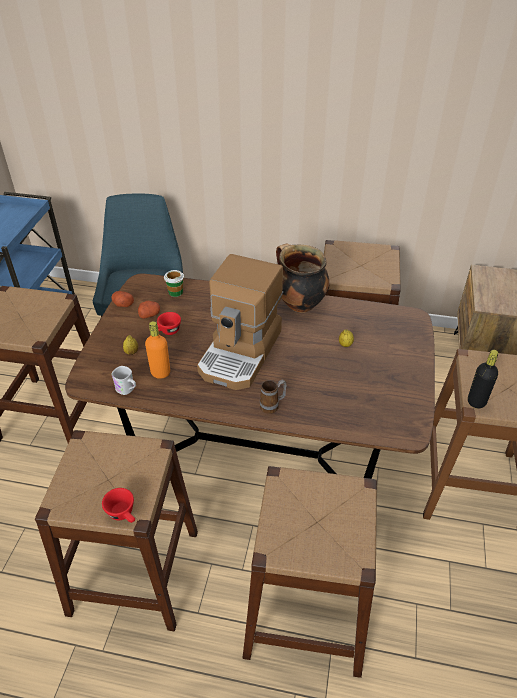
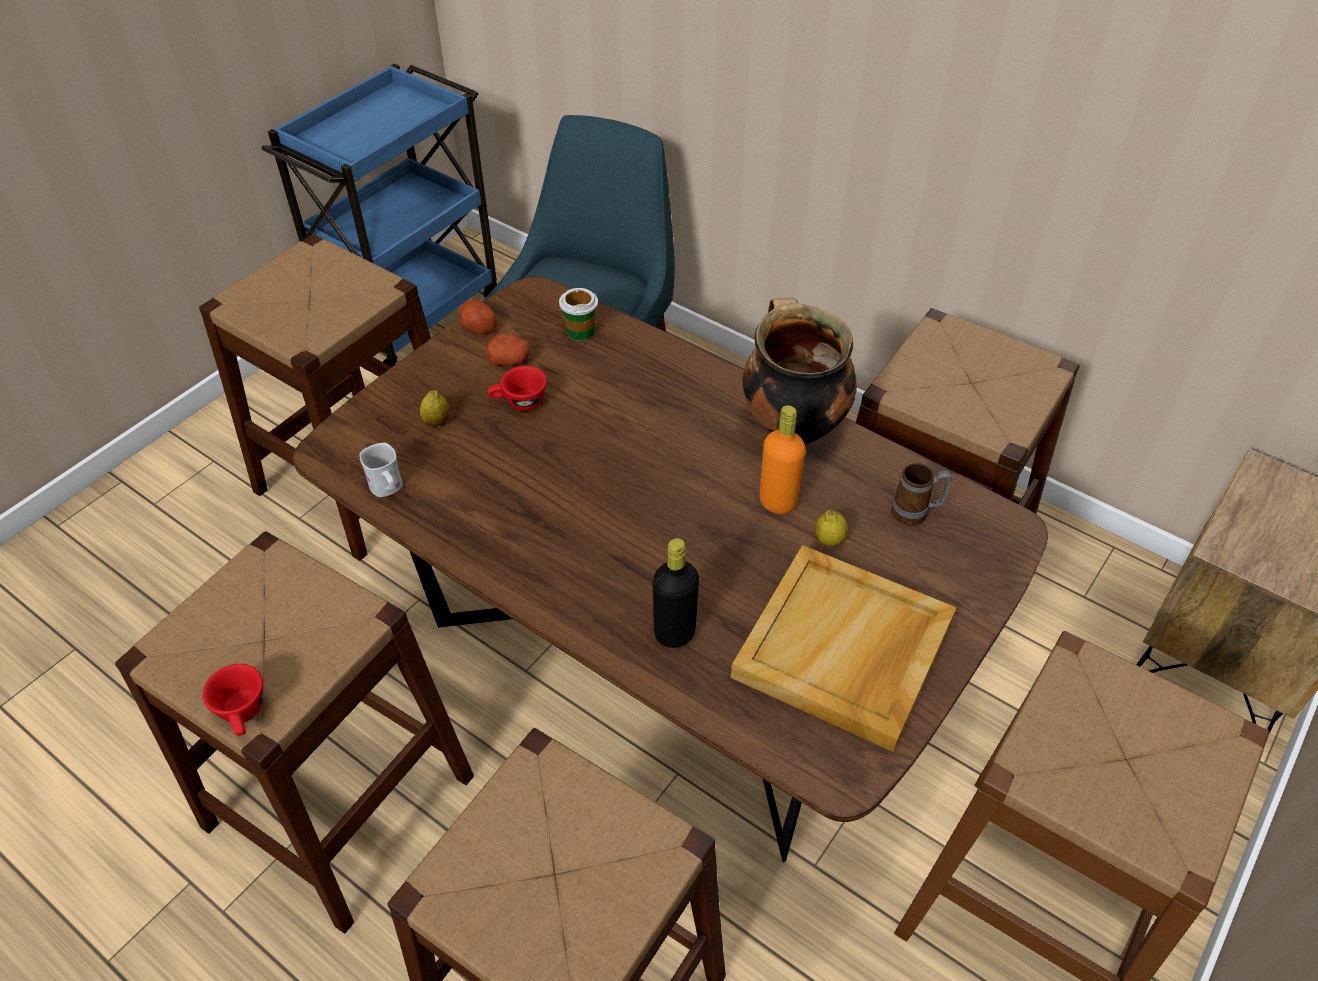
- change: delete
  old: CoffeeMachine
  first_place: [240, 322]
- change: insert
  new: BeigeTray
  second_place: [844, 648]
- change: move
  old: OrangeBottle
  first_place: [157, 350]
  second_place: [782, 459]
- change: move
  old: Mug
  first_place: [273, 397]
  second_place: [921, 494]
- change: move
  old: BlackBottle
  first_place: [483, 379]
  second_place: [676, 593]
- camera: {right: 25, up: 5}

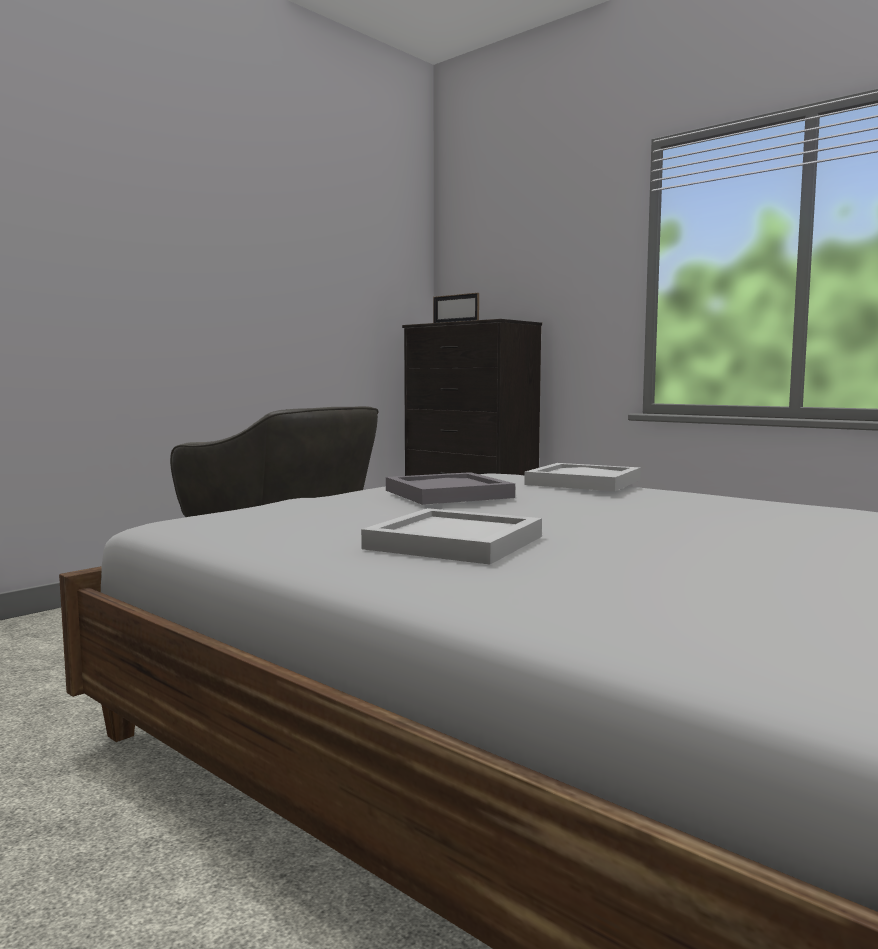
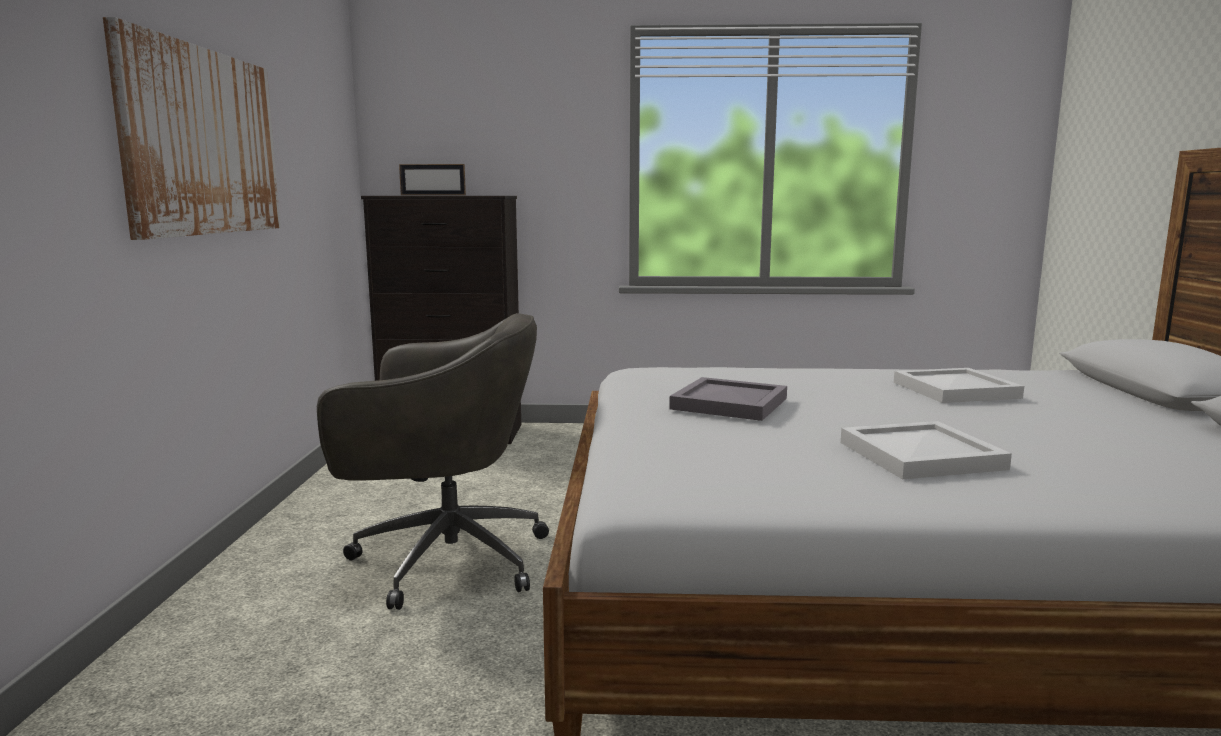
- change: insert
  new: Picture
  second_place: [191, 128]
- change: move
  old: WhiteTray
  first_place: [582, 477]
  second_place: [959, 385]
- camera: {right: -40, up: 5}

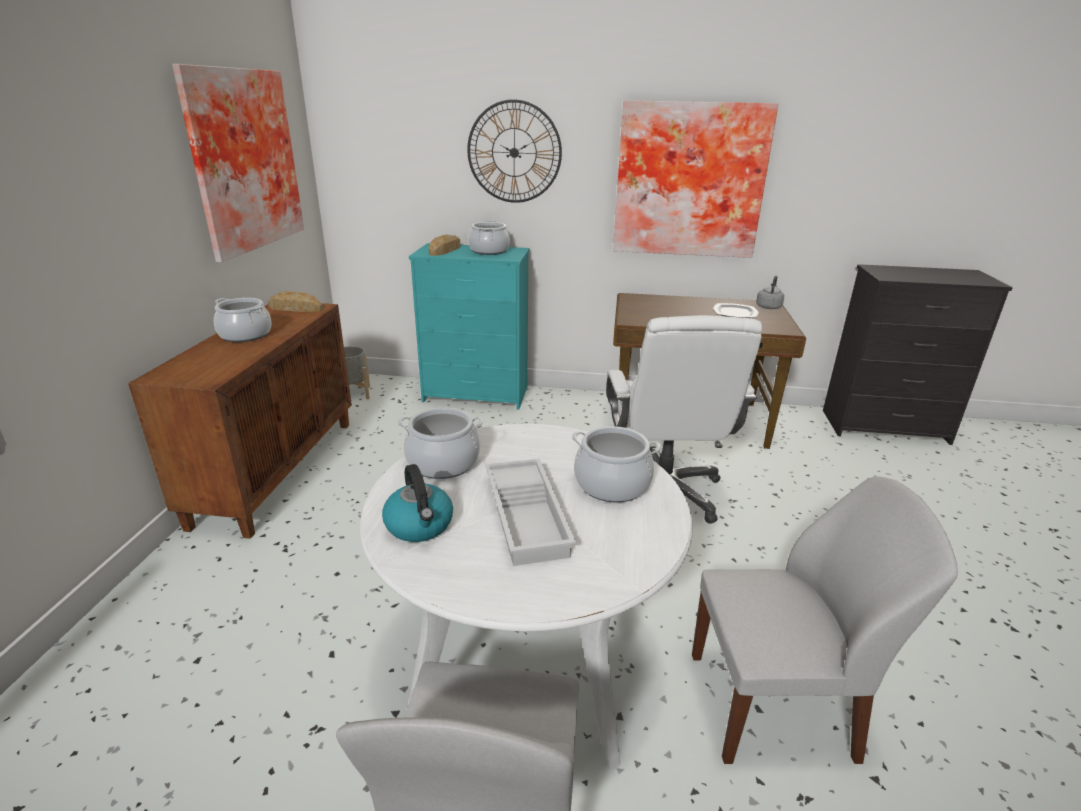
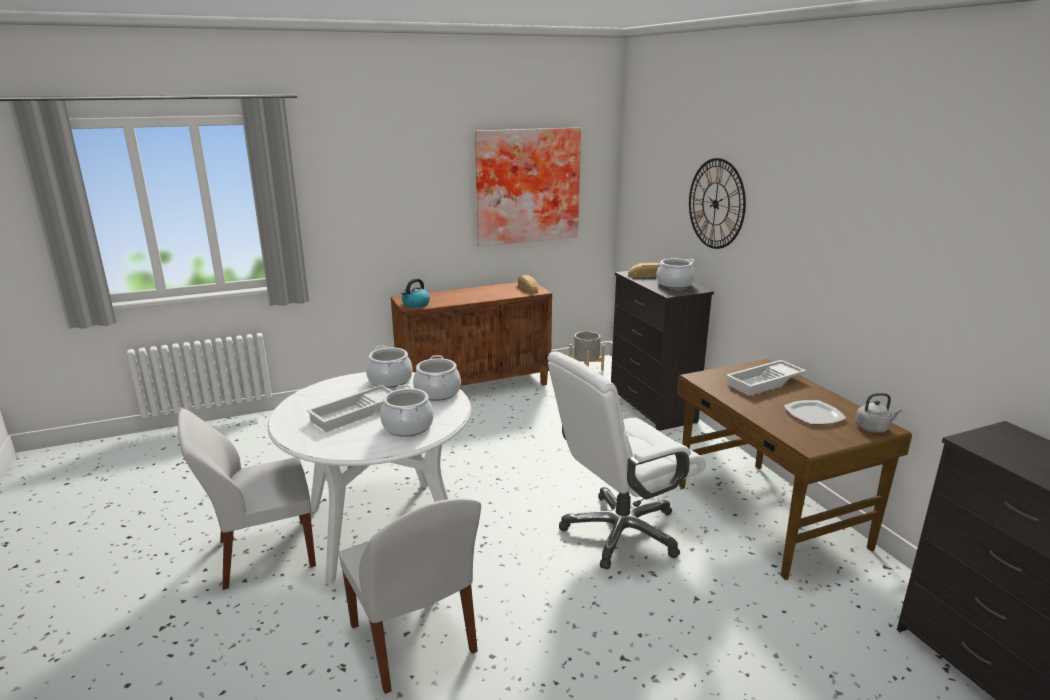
- change: delete
  old: Picture
  first_place: [695, 179]
- change: insert
  new: WhiteTray
  second_place: [766, 378]
- change: move
  old: CookingPot
  first_place: [242, 320]
  second_place: [437, 378]
- change: move
  old: Kettle
  first_place: [417, 503]
  second_place: [415, 293]
- change: recolor
  old: TurquoiseDresser
  new: BlackDresser
  first_place: [469, 326]
  second_place: [662, 351]
- camera: {right: 60, up: -5}

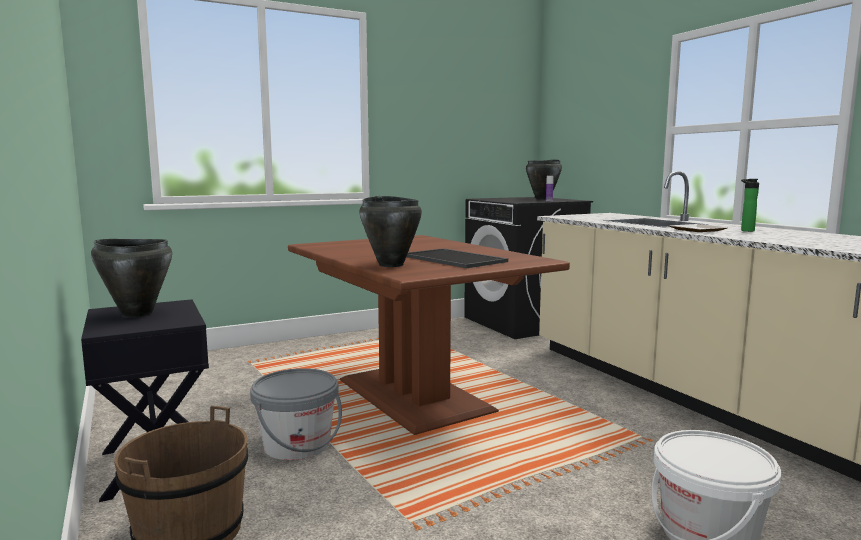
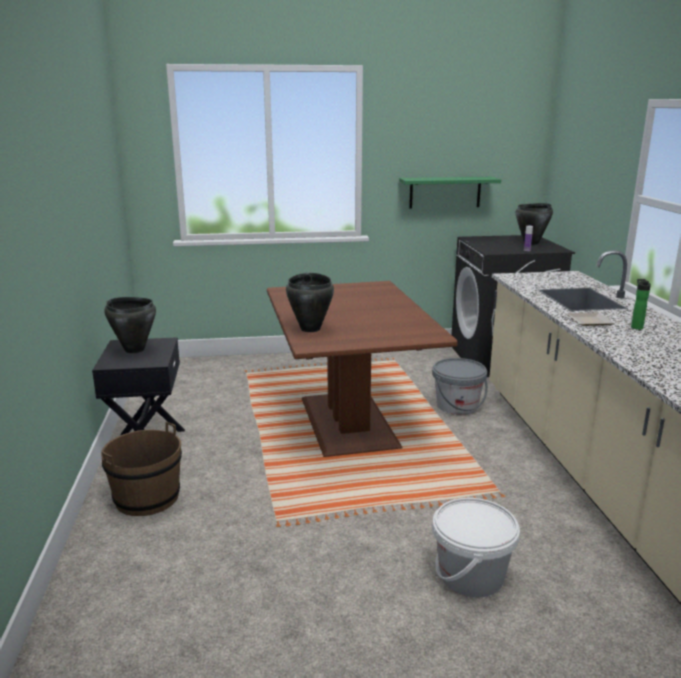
- change: delete
  old: Tray
  first_place: [457, 258]
- change: insert
  new: GreenShelf
  second_place: [450, 193]
- change: move
  old: GreyBucket
  first_place: [296, 414]
  second_place: [460, 386]
- camera: {right: 20, up: 10}

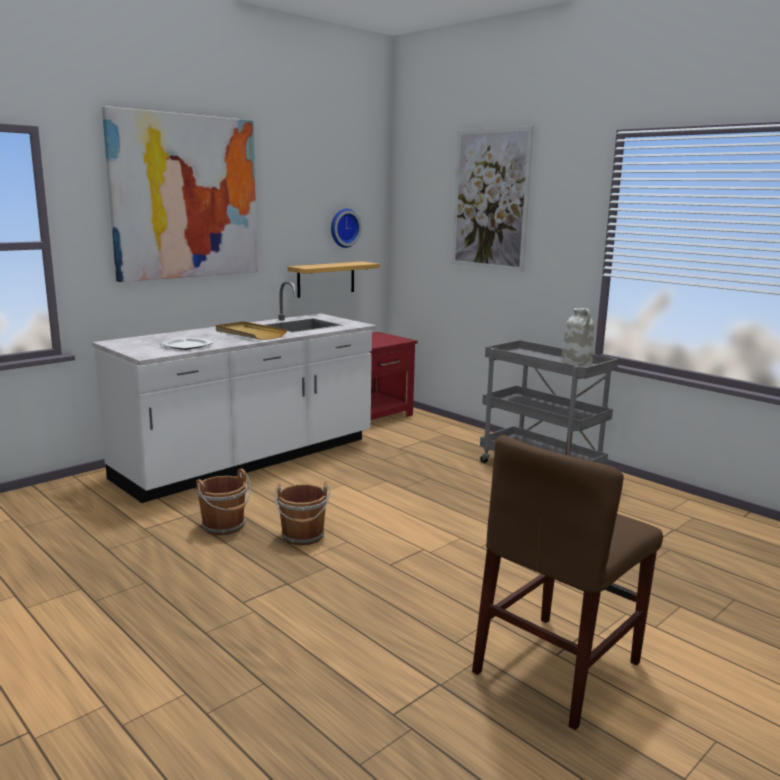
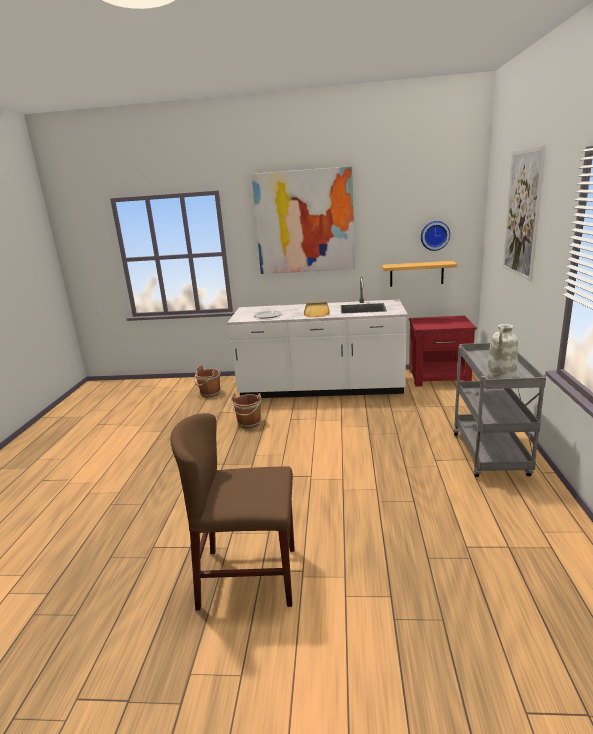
- change: move
  old: BrownBucket
  first_place: [302, 513]
  second_place: [207, 381]
- camera: {right: 50, up: 5}

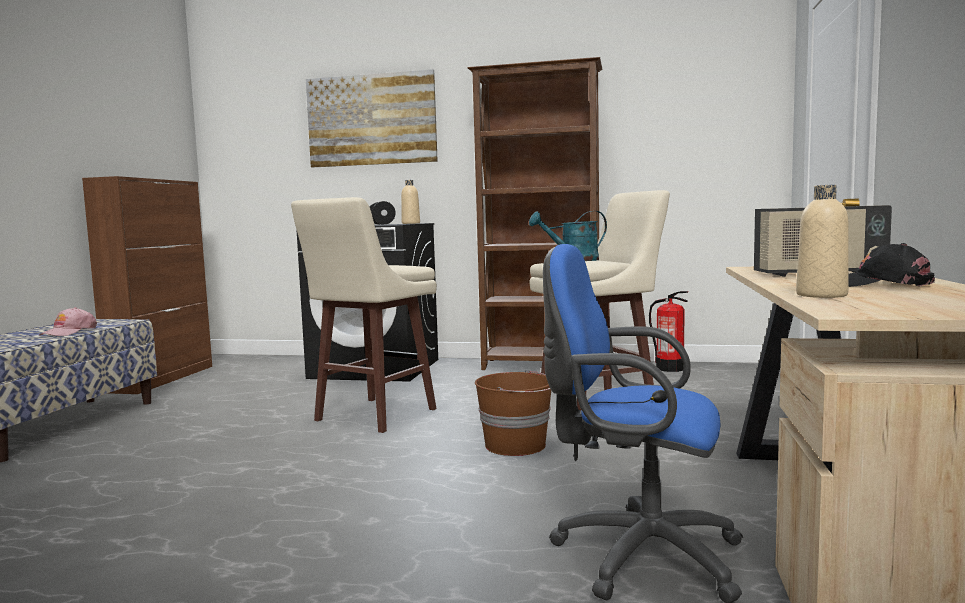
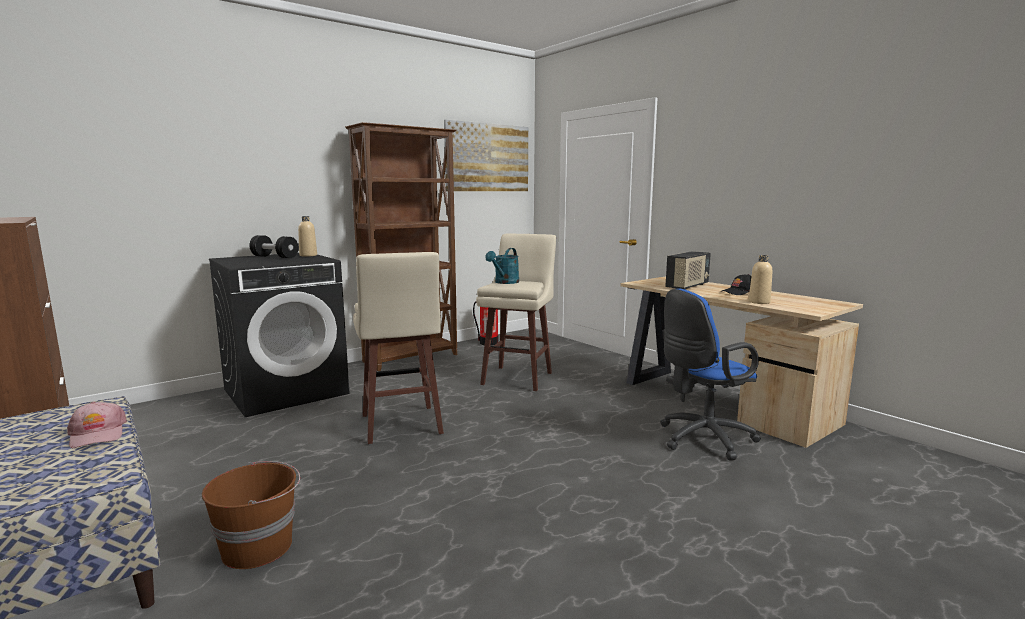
- change: move
  old: Picture
  first_place: [372, 118]
  second_place: [486, 155]
- change: move
  old: BrownBucket
  first_place: [513, 413]
  second_place: [251, 515]
- camera: {right: -50, up: 5}

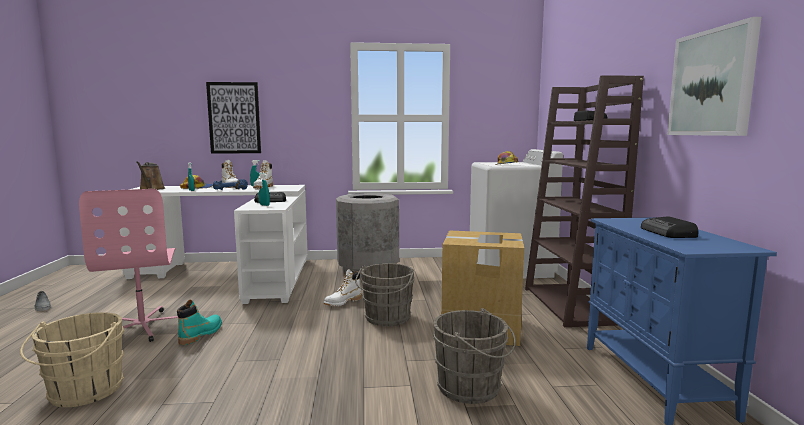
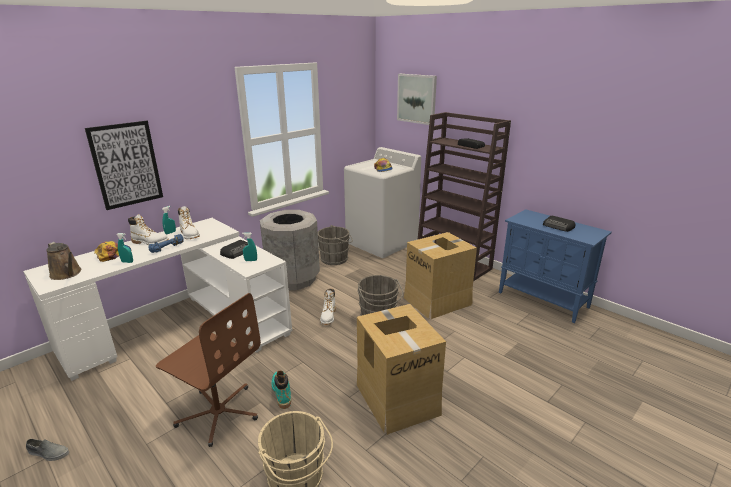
- change: insert
  new: CardboardBox
  second_place: [401, 369]
- change: move
  old: GreyBucket
  first_place: [474, 356]
  second_place: [335, 245]
- change: move
  old: Picture
  first_place: [714, 76]
  second_place: [417, 99]
- change: recolor
  old: PinkOfficeChair
  new: BrownOfficeChair
  first_place: [128, 265]
  second_place: [208, 370]
- camera: {right: -40, up: 15}

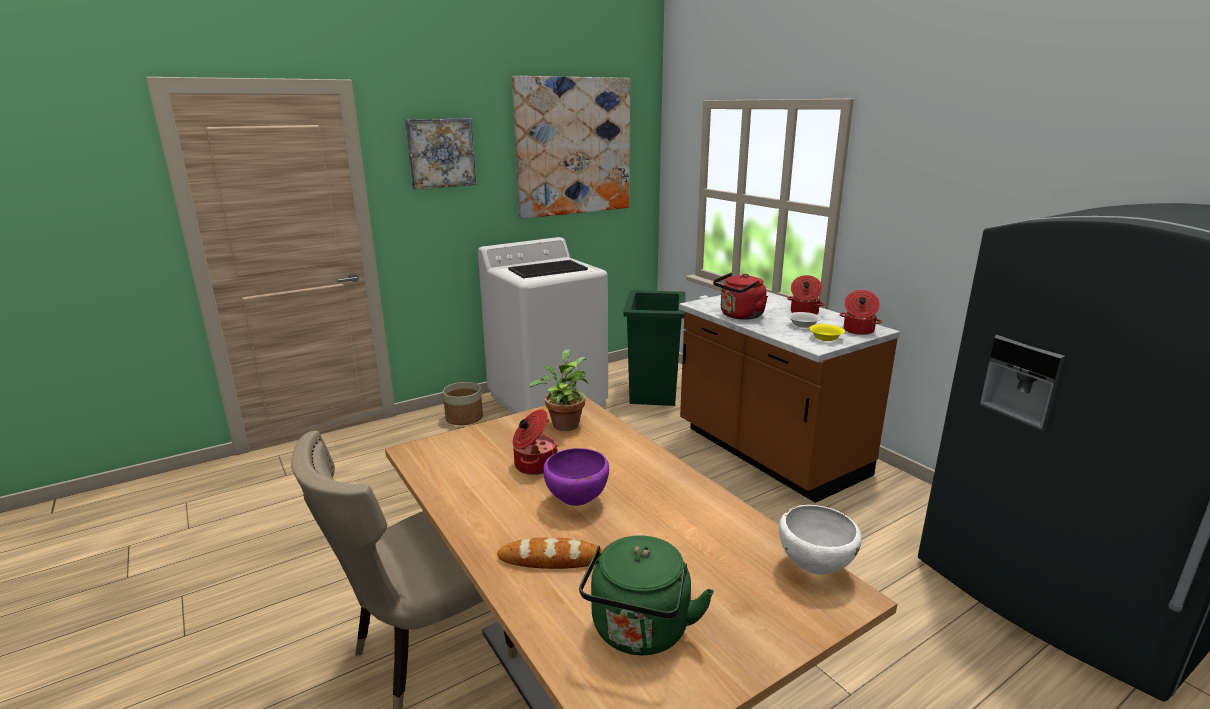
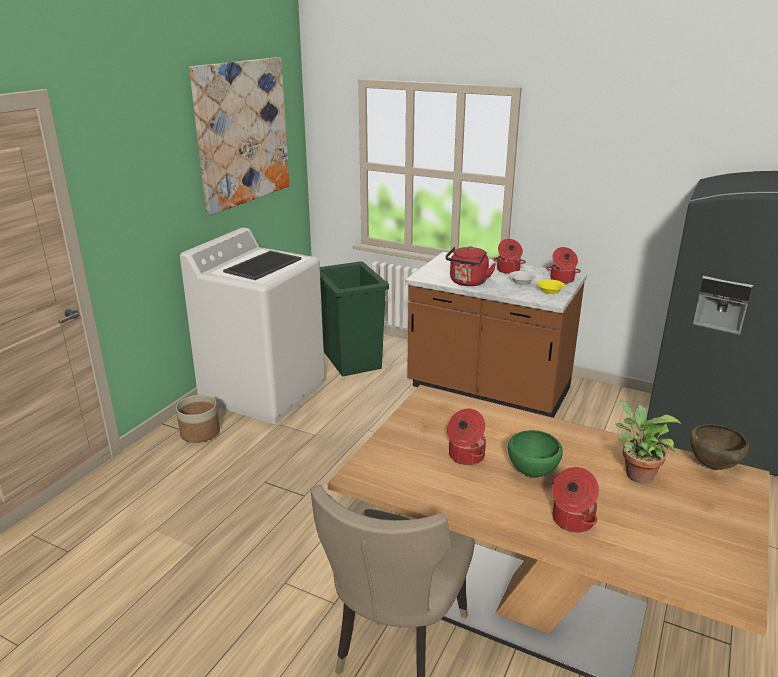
- change: delete
  old: Picture
  first_place: [440, 154]
- change: delete
  old: GreenKettle
  first_place: [646, 595]
- change: move
  old: PottedPlant
  first_place: [558, 390]
  second_place: [648, 442]
- change: replace
  old: Bread
  new: CookingPot
  first_place: [550, 553]
  second_place: [575, 500]
- change: recolor
  old: PurpleBowl
  new: GreenBowl
  first_place: [576, 477]
  second_place: [535, 454]
- change: recolor
  old: WhiteBowl
  new: BrownBowl
  first_place: [820, 539]
  second_place: [719, 447]
- camera: {right: -30, up: 5}

